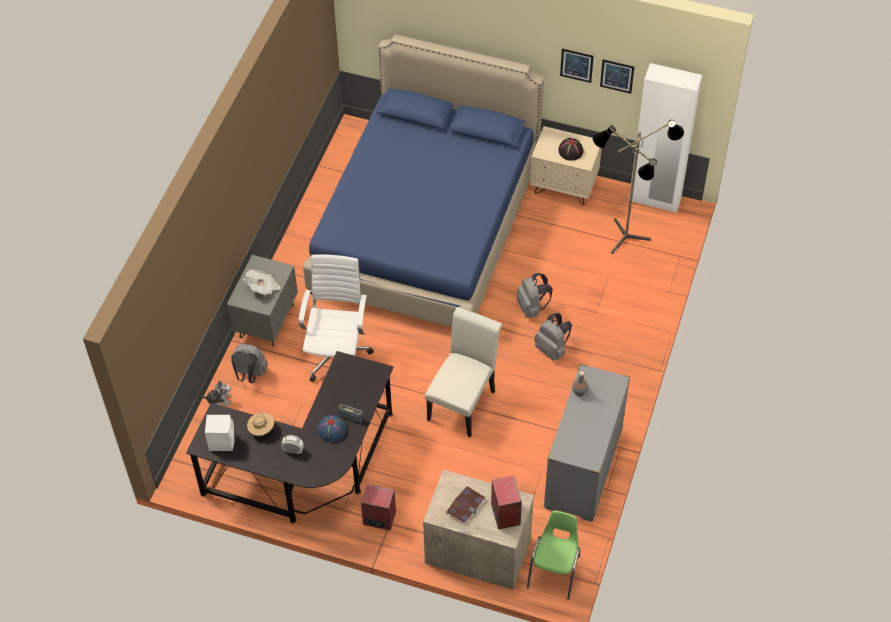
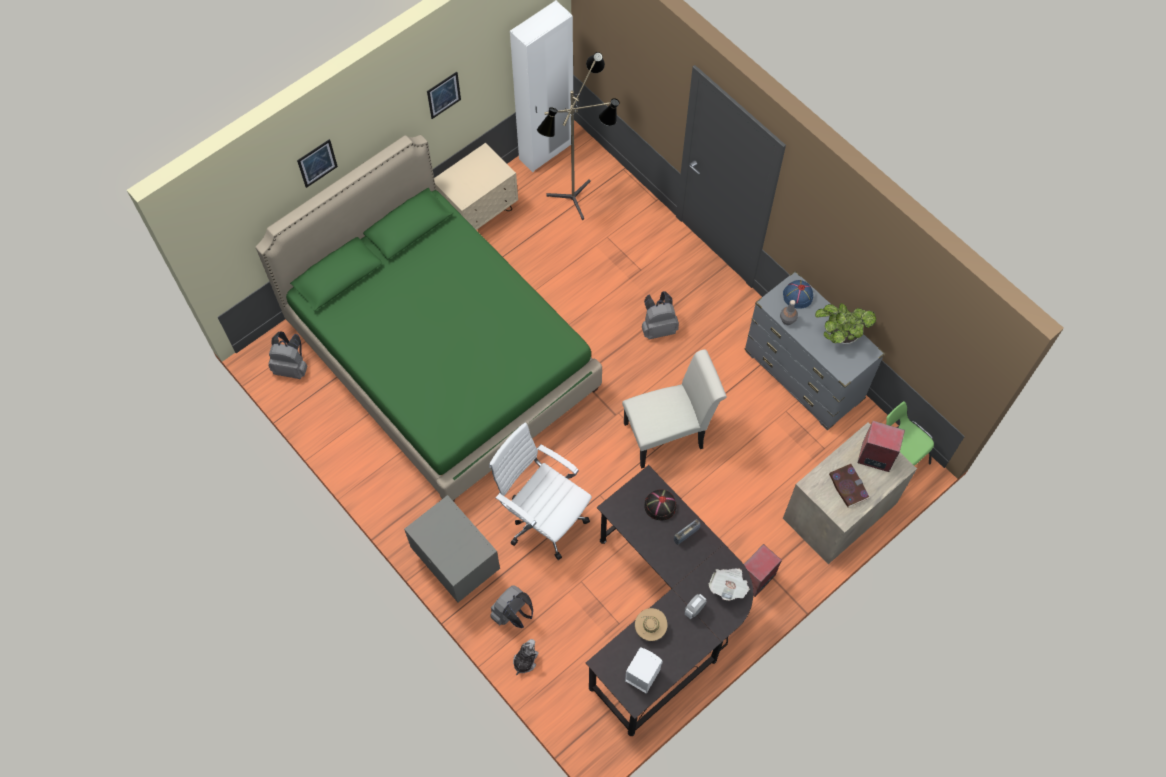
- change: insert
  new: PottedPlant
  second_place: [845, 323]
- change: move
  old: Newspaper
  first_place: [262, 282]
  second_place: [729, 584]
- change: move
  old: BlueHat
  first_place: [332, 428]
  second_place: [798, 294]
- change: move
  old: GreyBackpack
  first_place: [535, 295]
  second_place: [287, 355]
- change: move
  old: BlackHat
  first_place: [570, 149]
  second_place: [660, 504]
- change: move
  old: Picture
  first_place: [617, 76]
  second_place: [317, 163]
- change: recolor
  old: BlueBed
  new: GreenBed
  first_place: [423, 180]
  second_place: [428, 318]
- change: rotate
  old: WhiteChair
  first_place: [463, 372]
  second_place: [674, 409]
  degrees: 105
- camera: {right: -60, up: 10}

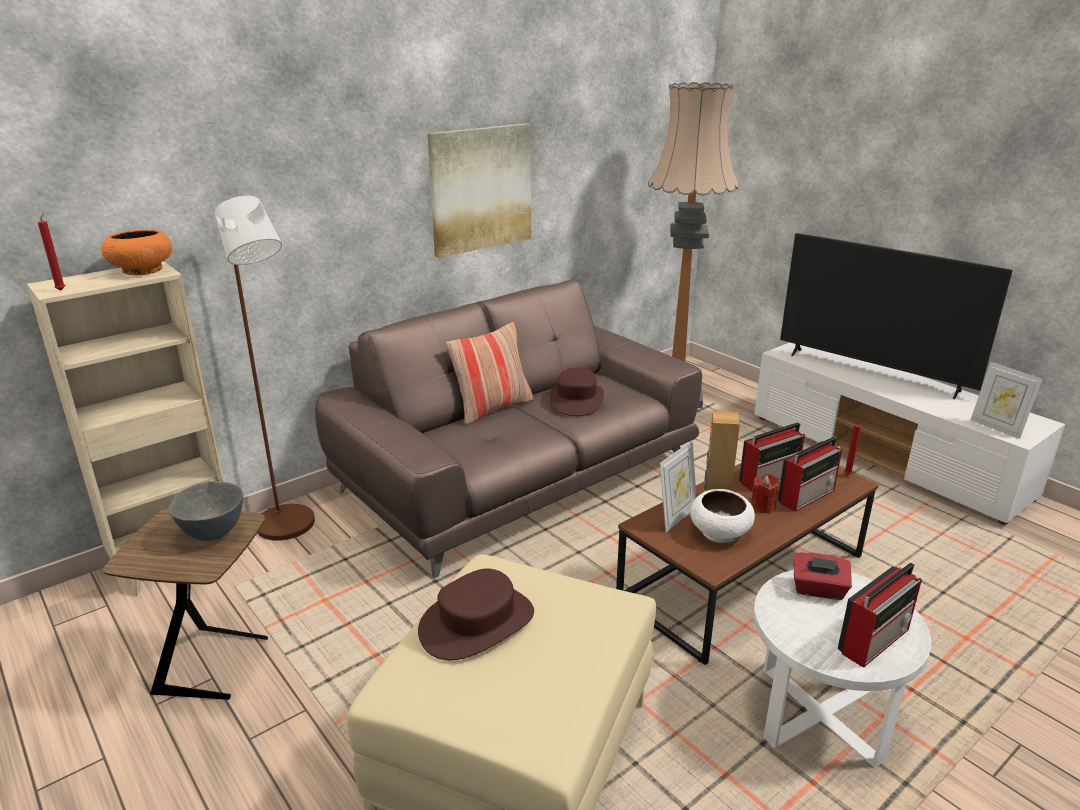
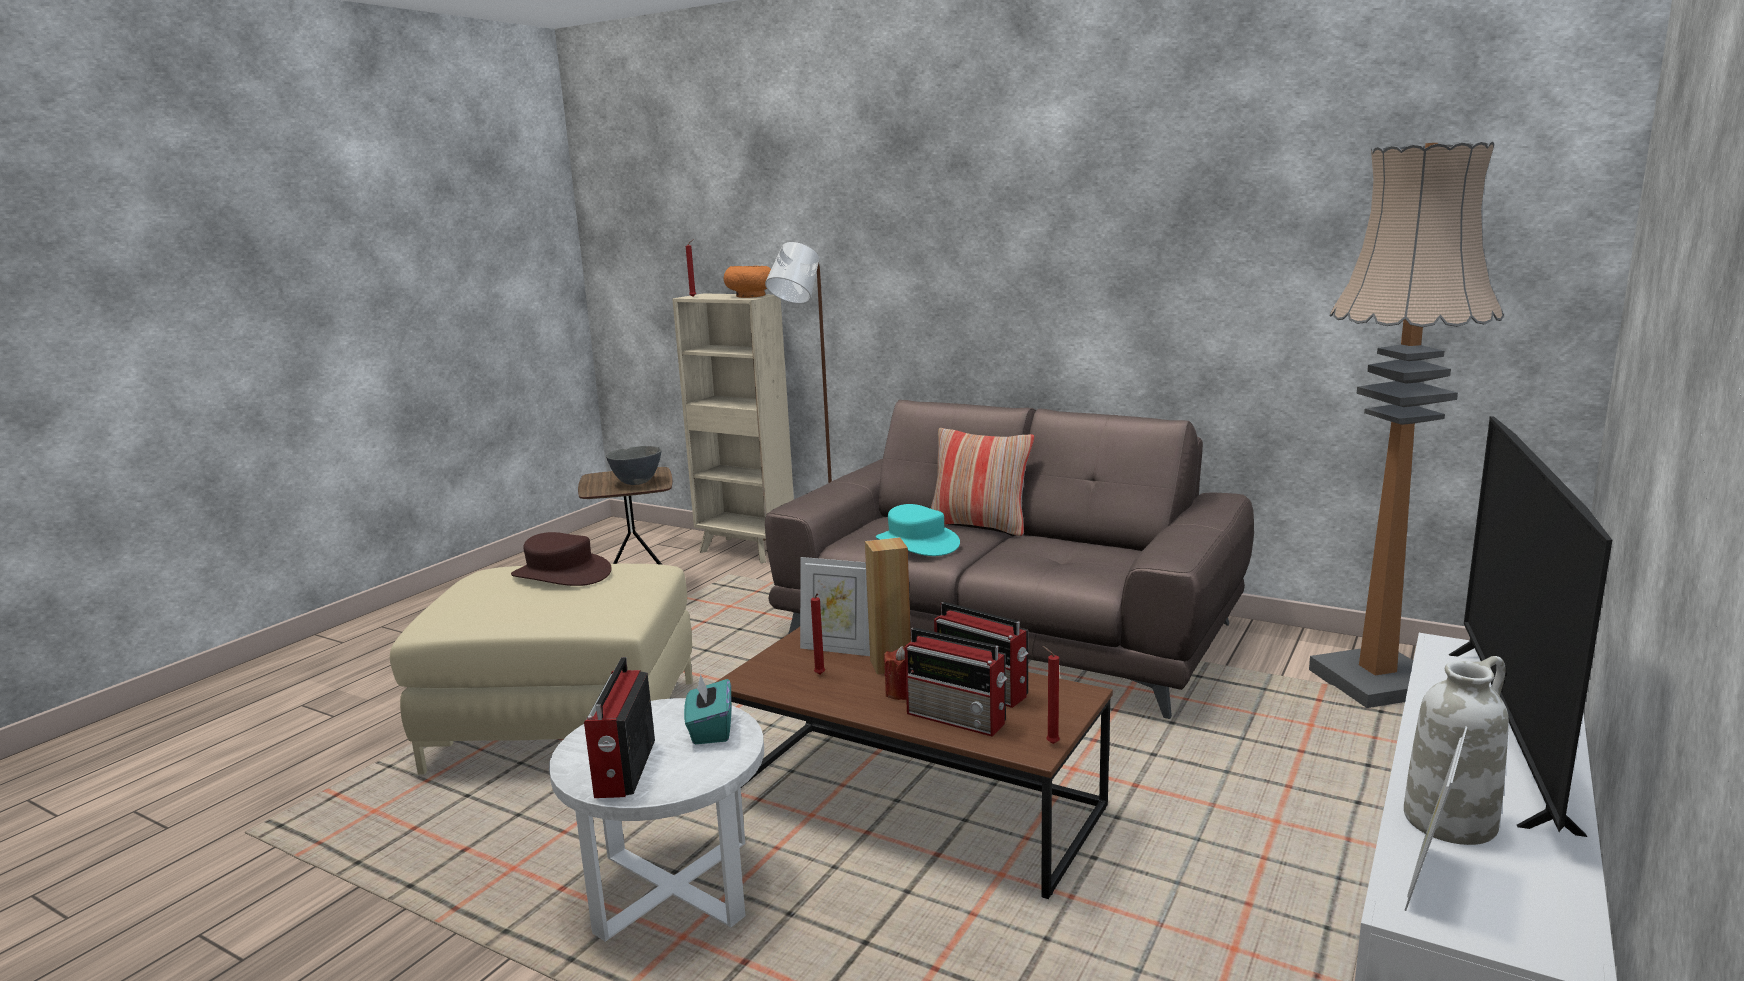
- change: delete
  old: Picture
  first_place: [479, 190]
- change: delete
  old: BrownHat
  first_place: [577, 392]
- change: insert
  new: TurquoiseHat
  second_place: [918, 530]
- change: insert
  new: WhiteVase
  second_place: [1456, 750]
- change: replace
  old: WhiteBowl
  new: RedCandle
  first_place: [722, 516]
  second_place: [818, 634]
- change: recolor
  old: RedTissueBox
  new: TurquoiseTissueBox
  first_place: [822, 576]
  second_place: [707, 709]
- change: rotate
  old: Radio
  first_place: [880, 615]
  second_place: [619, 727]
  degrees: 60
- camera: {right: 70, up: -10}

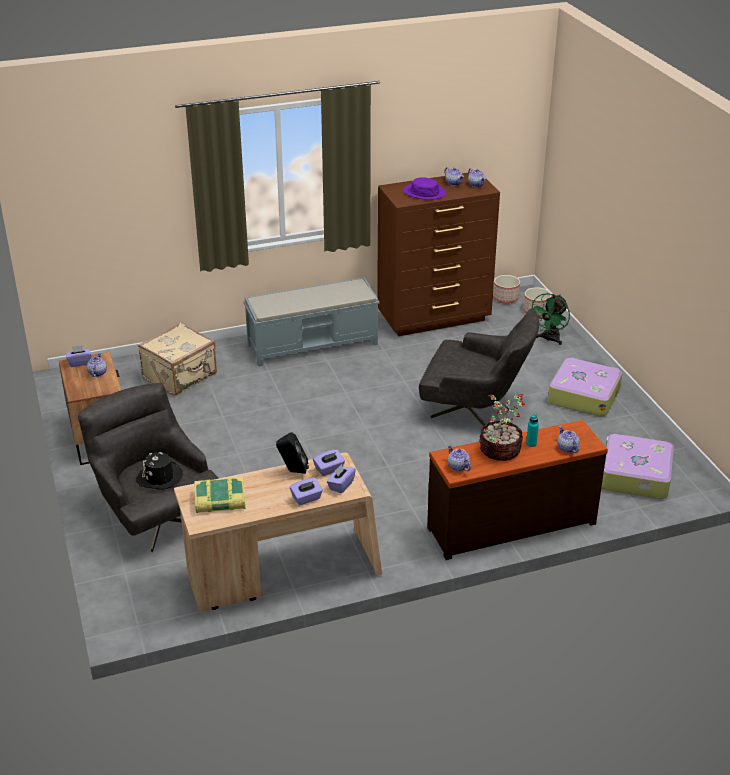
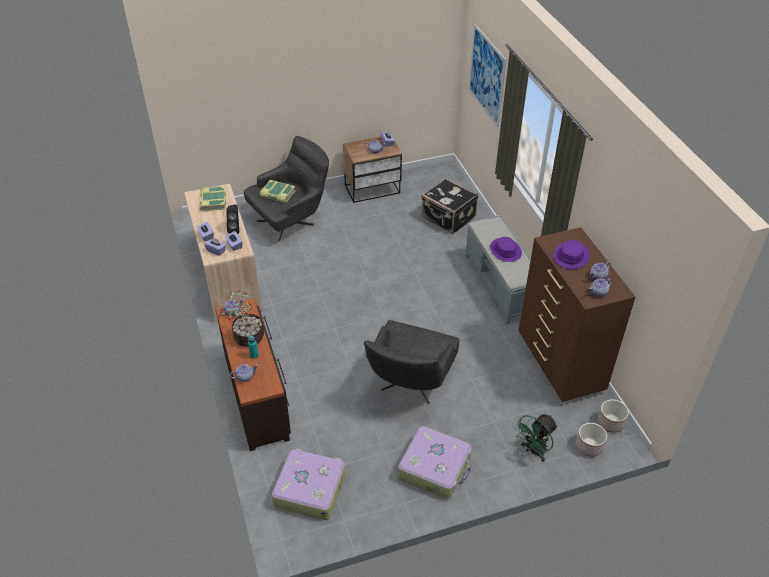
- change: insert
  new: Picture
  second_place: [488, 75]
- change: insert
  new: PurpleHat
  second_place: [506, 249]
- change: replace
  old: BlackHat
  new: Book
  first_place: [159, 470]
  second_place: [278, 191]
- change: recolor
  old: BeigeSuitcase
  new: BlackSuitcase
  first_place: [177, 359]
  second_place: [449, 206]
- change: rotate
  old: GreenFan
  first_place: [550, 319]
  second_place: [536, 438]
  degrees: -75
- camera: {right: 90, up: 10}

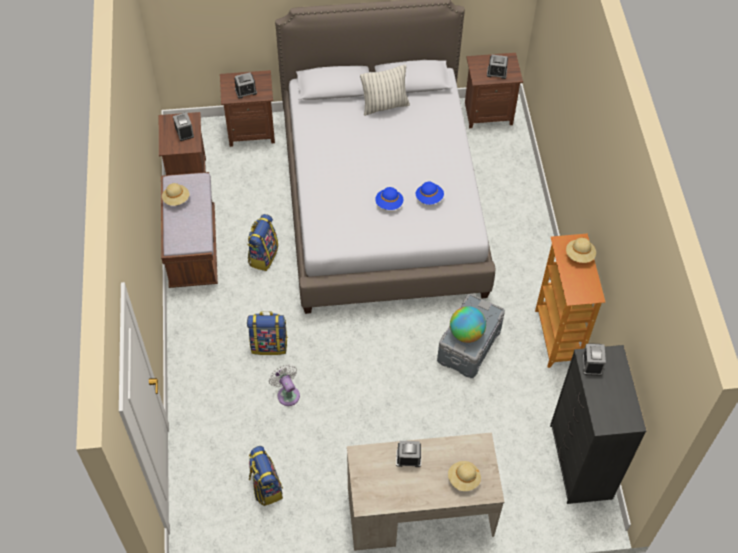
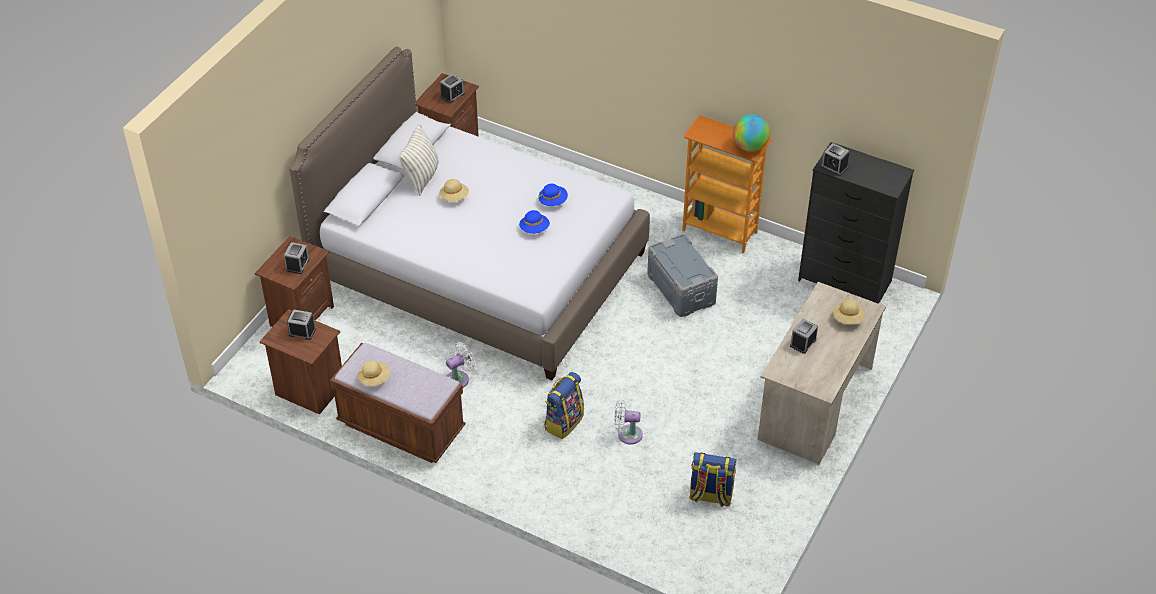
- change: move
  old: Globe
  first_place: [468, 324]
  second_place: [751, 133]
- change: move
  old: BeigeHat
  first_place: [581, 250]
  second_place: [454, 190]
- change: replace
  old: Backpack
  new: WhiteFan
  first_place: [263, 242]
  second_place: [461, 365]
- camera: {right: -55, up: -10}

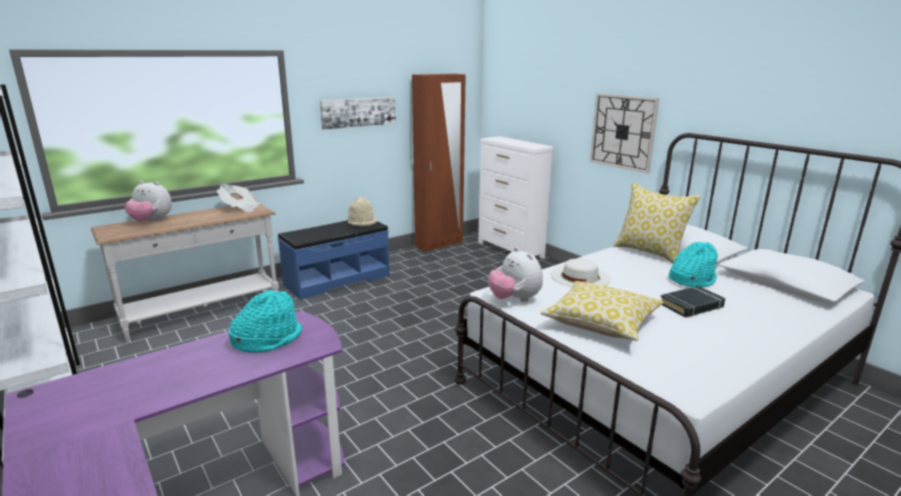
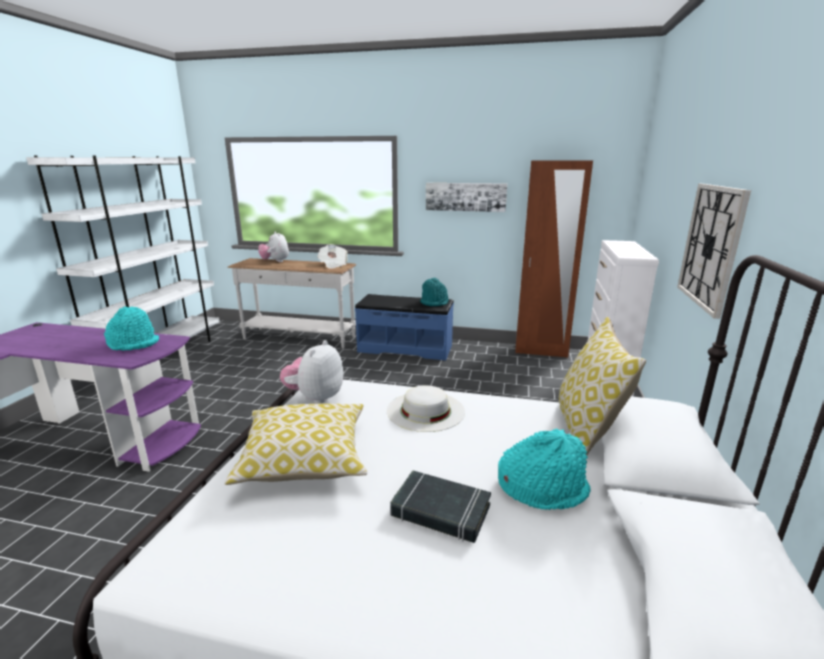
- change: recolor
  old: BeigeHat
  new: TurquoiseHat
  first_place: [362, 212]
  second_place: [434, 292]
- camera: {right: 50, up: 0}

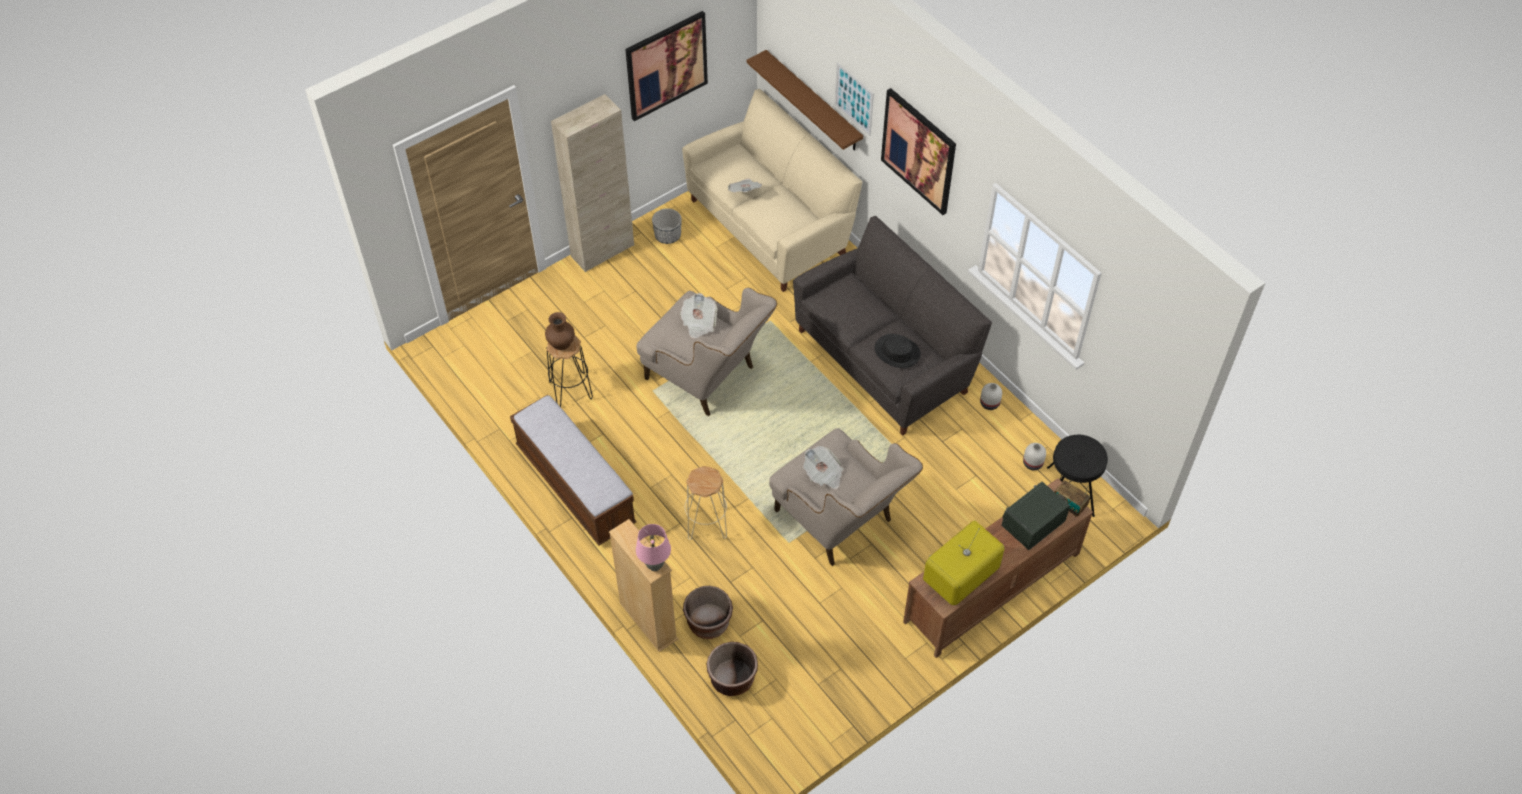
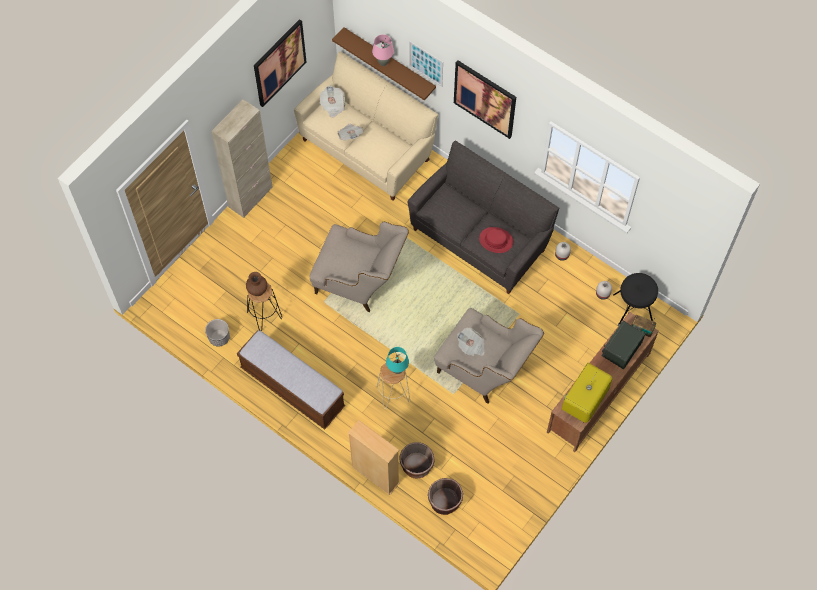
- change: insert
  new: TurquoiseTableLamp
  second_place: [397, 360]
- change: move
  old: PinkTableLamp
  first_place: [653, 547]
  second_place: [383, 50]
- change: move
  old: Planter
  first_place: [667, 226]
  second_place: [217, 333]
- change: move
  old: Newspaper
  first_place: [699, 315]
  second_place: [332, 101]
- change: recolor
  old: BlackHat
  new: RedHat
  first_place: [898, 351]
  second_place: [496, 240]
- camera: {right: -15, up: 10}

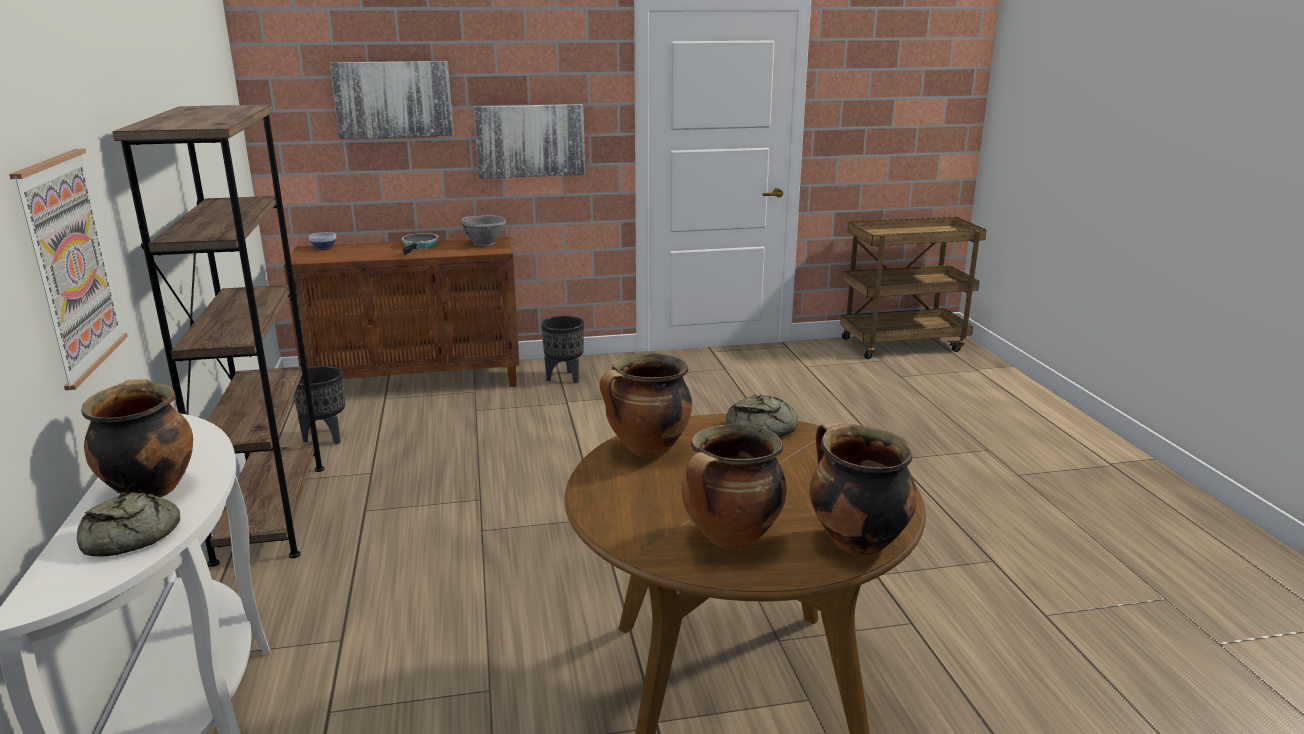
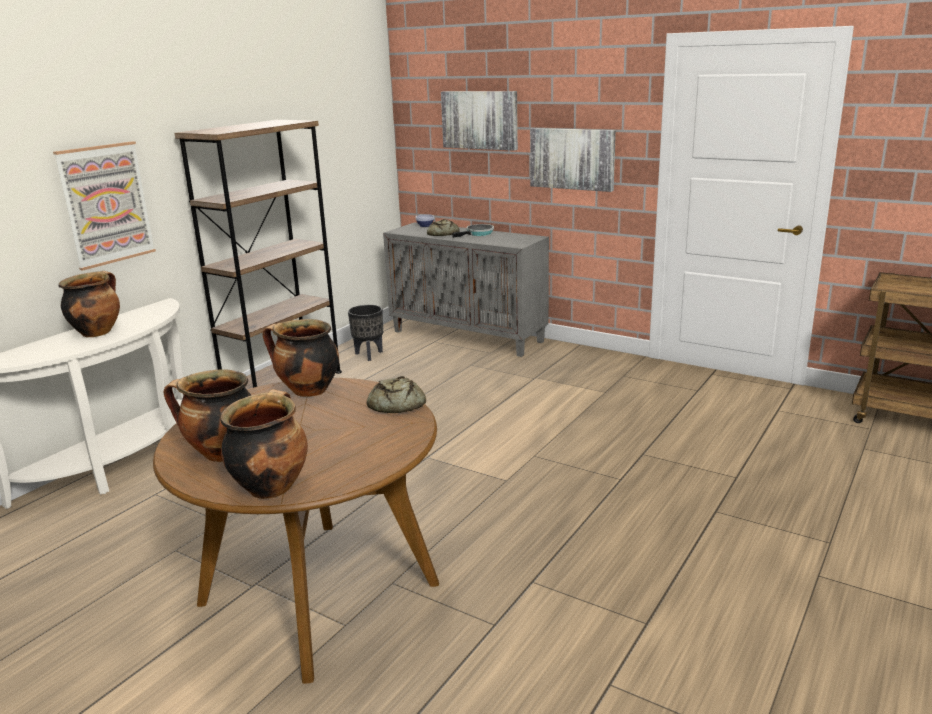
- change: delete
  old: GreyBowl
  first_place: [483, 231]
- change: delete
  old: BlackPlanter
  first_place: [562, 349]
- change: move
  old: Bread
  first_place: [128, 524]
  second_place: [443, 227]
- change: recolor
  old: BrownCabinet
  new: GreyCabinet
  first_place: [402, 312]
  second_place: [466, 289]
- camera: {right: 45, up: 0}

